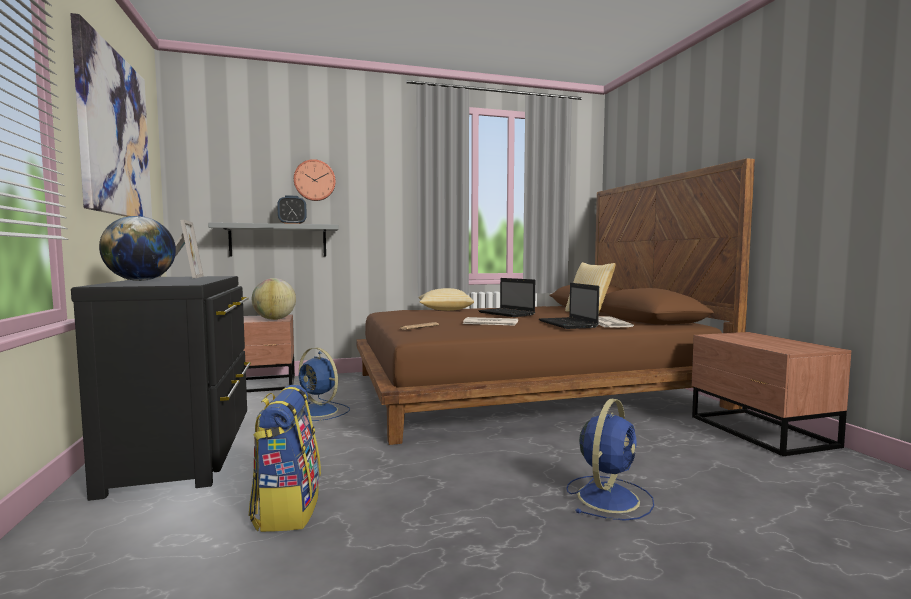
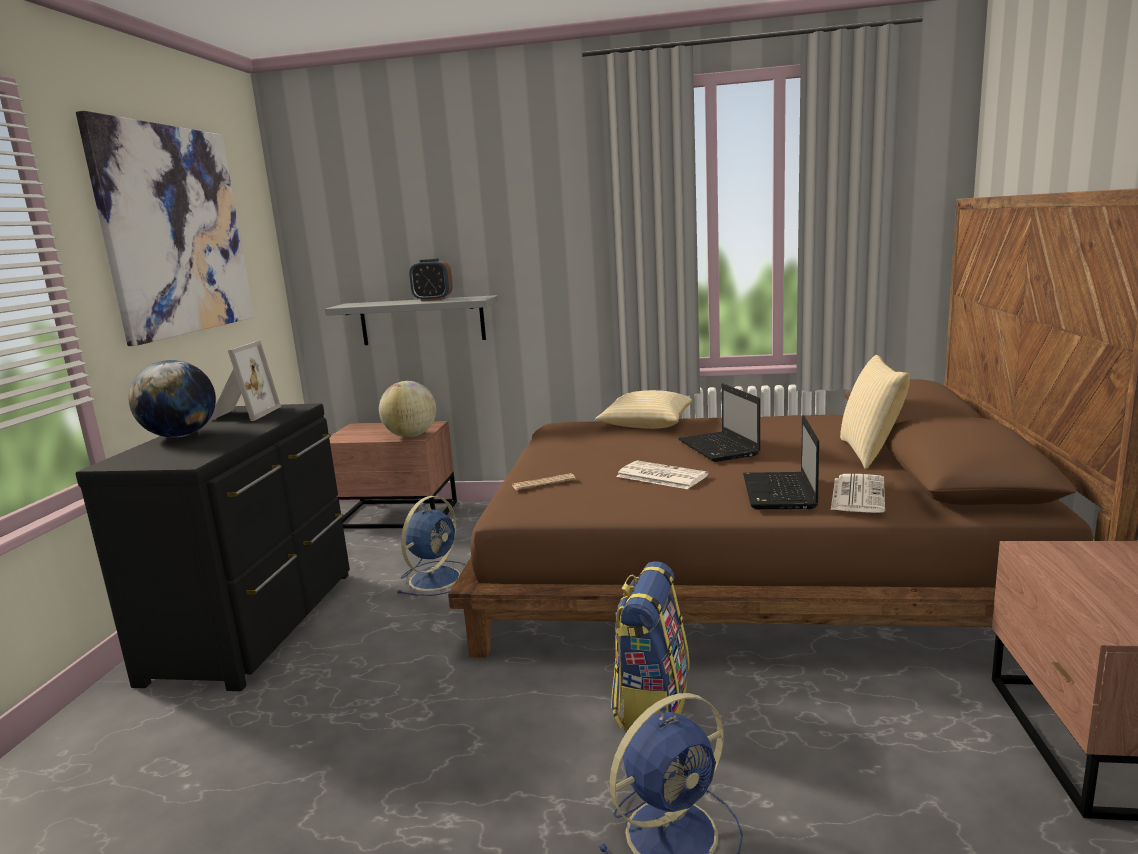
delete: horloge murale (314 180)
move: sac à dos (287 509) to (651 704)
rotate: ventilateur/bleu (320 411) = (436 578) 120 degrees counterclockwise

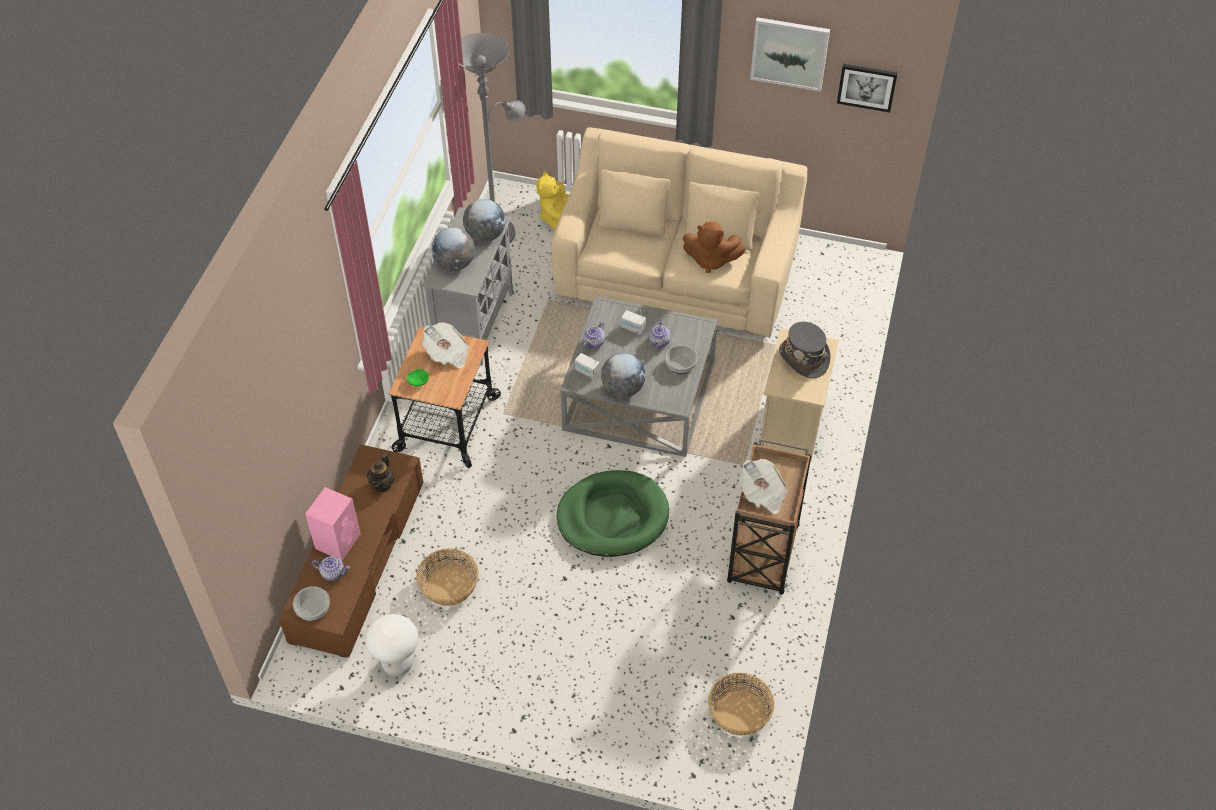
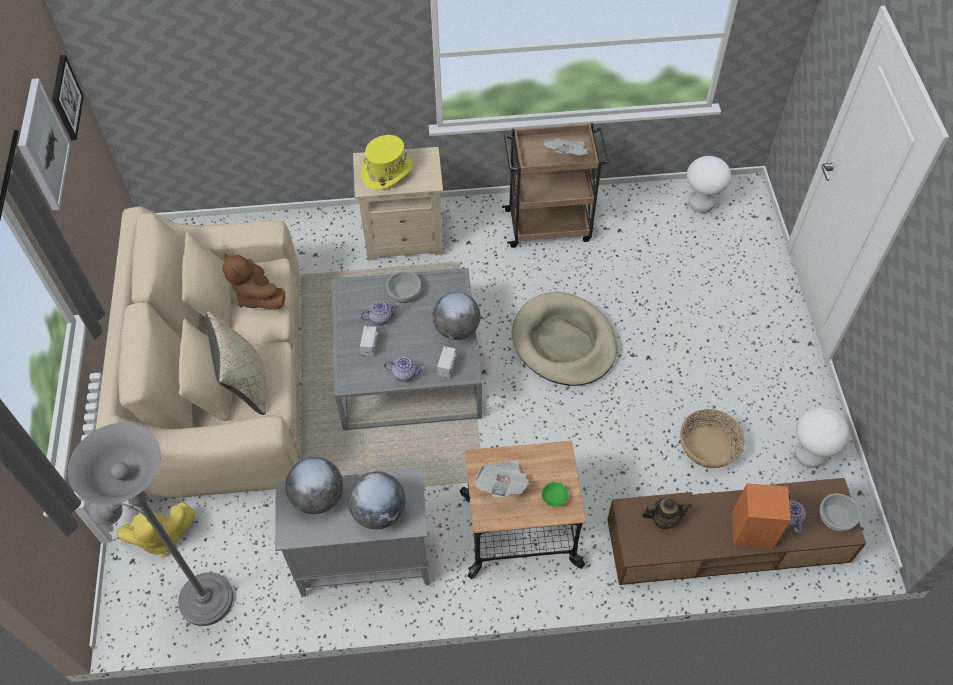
insert: coussin/beige (246 384)
replace: panier (739 713) to tabouret/blanc (700 205)
recolor: enceinte/rose (338 540) to enceinte/orange (750 530); panier pour chien/vert (612 517) to panier pour chien/beige (564 342); chapeau/gris (804 358) to chapeau/jaune (387 171)
rotate: peluche/marron (710 260) = (257 296) 150 degrees clockwise

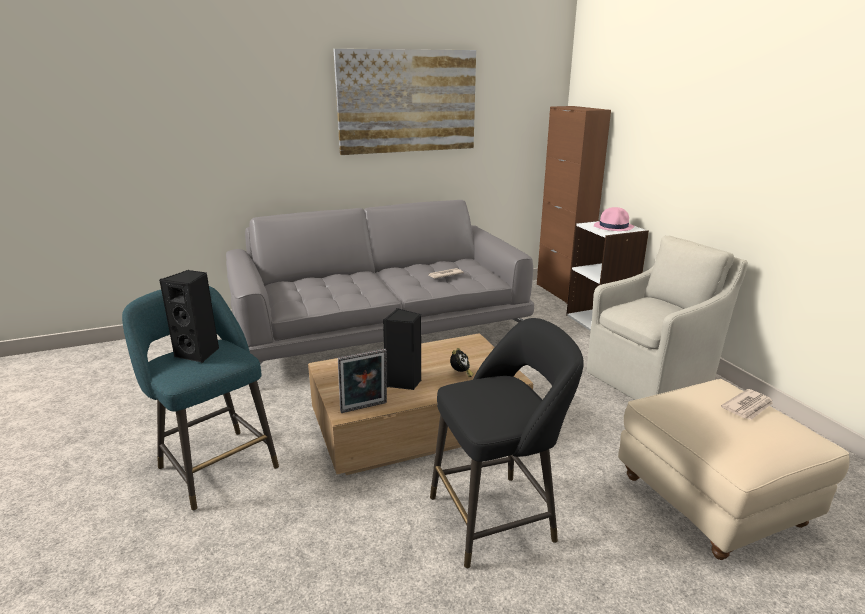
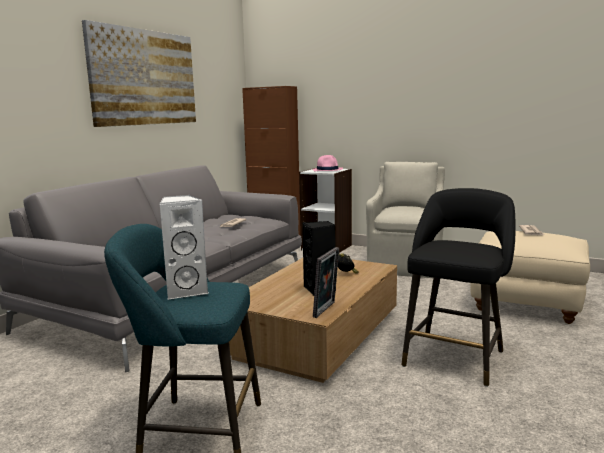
recolor: enceinte/noir (199 353) to enceinte/blanc (186 291)

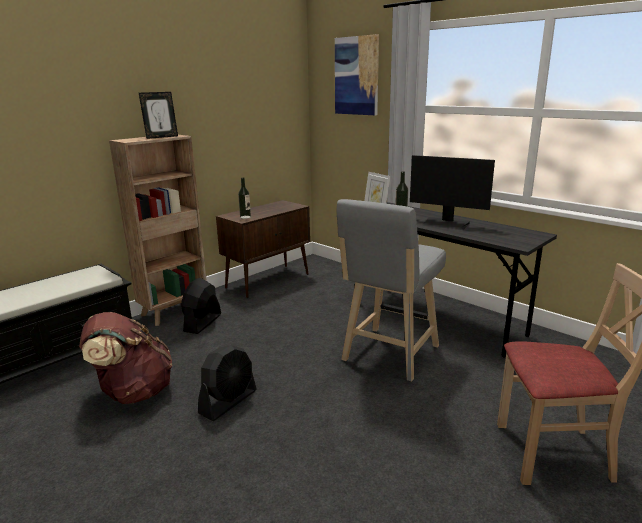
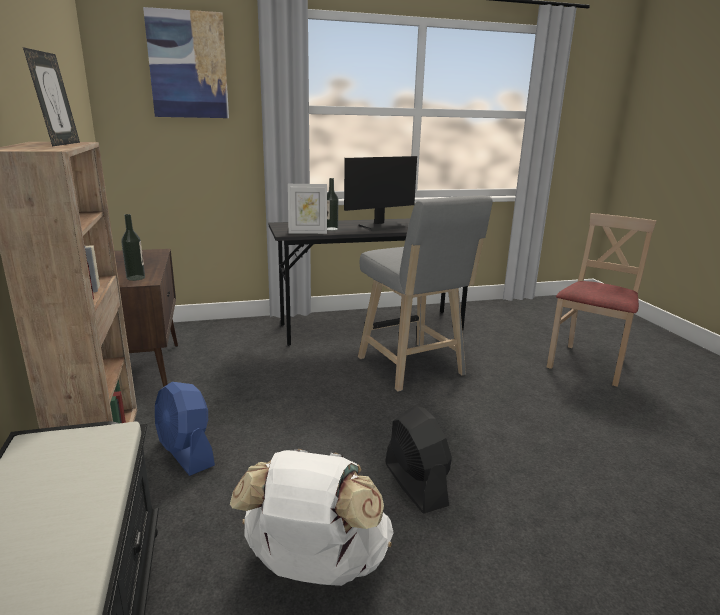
recolor: sac à dos/marron (133 392) to sac à dos/blanc (315 567); ventilateur/noir (202 323) to ventilateur/bleu (186 453)

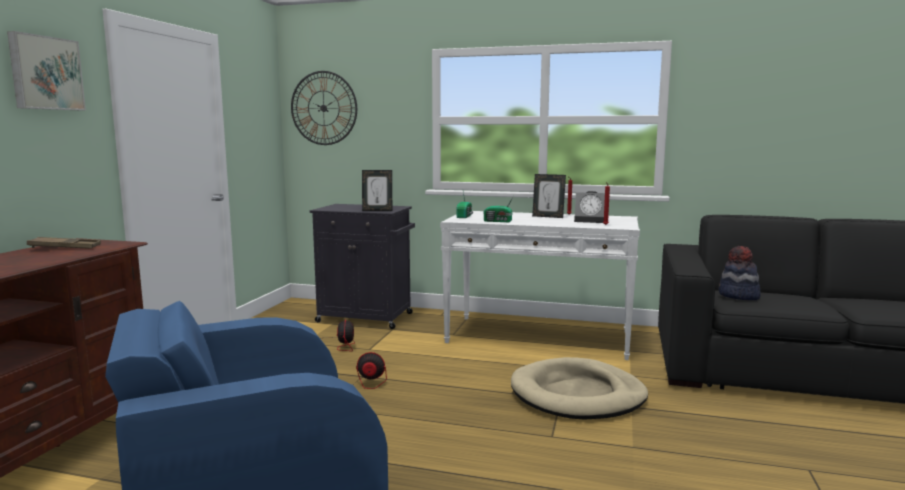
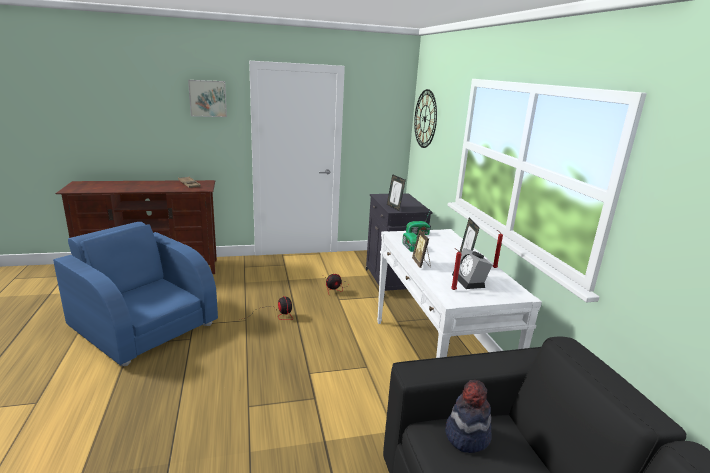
delete: panier pour chien/beige (578 395)
insert: cadre photo (421 263)

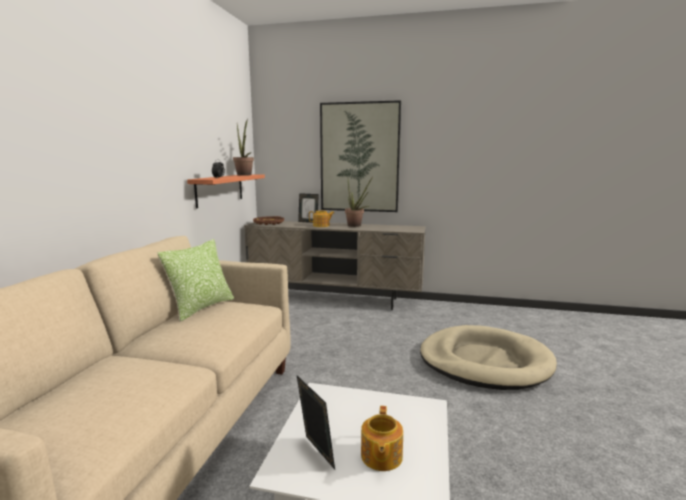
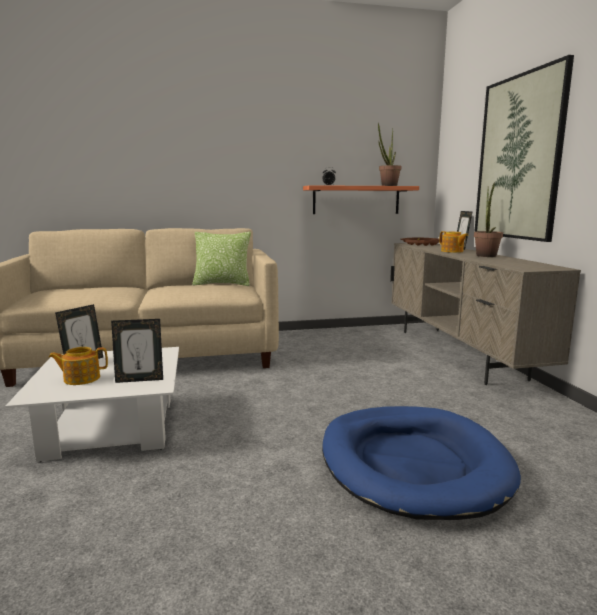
insert: cadre photo (140 379)
recolor: panier pour chien/beige (484 362) to panier pour chien/bleu (412 464)

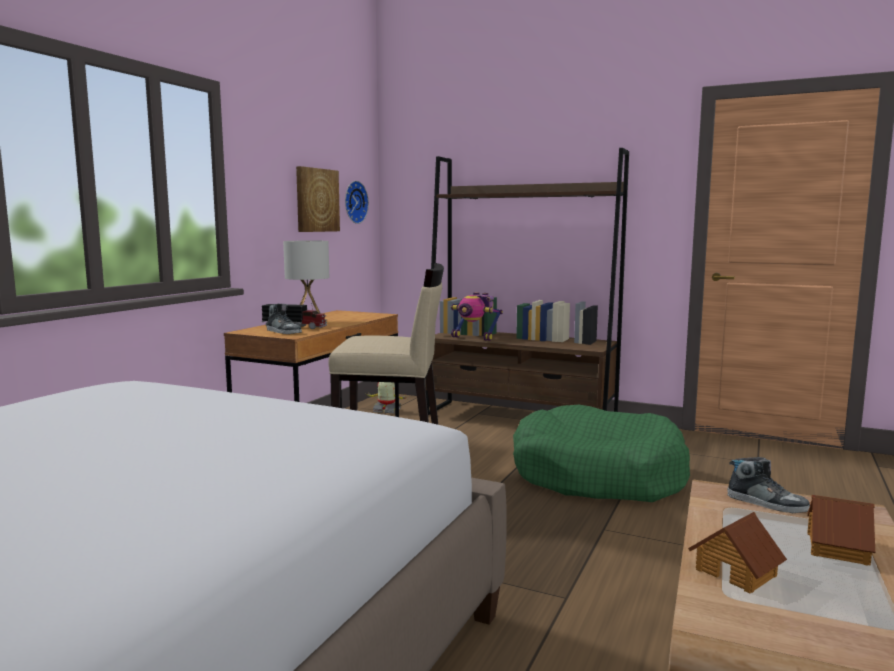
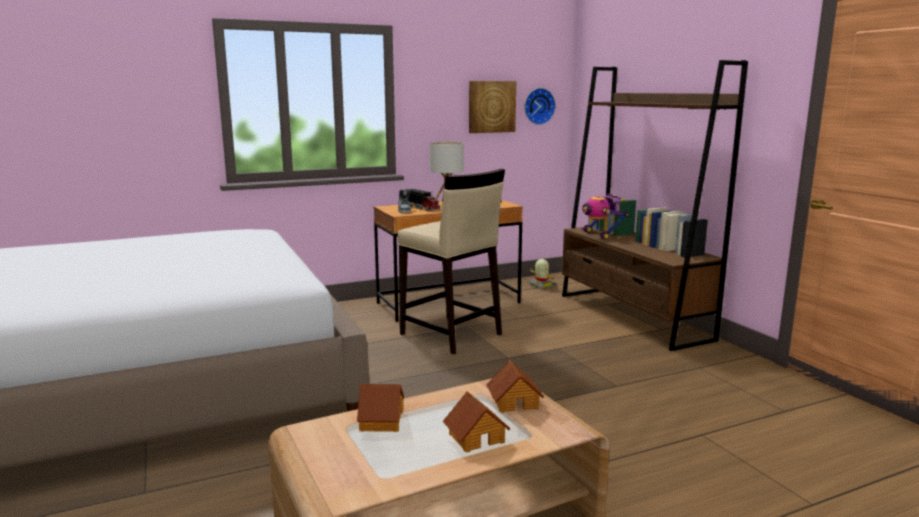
delete: panier pour chien/vert (597 475)
replace: chaussure (766 503) to maison miniature (514 402)

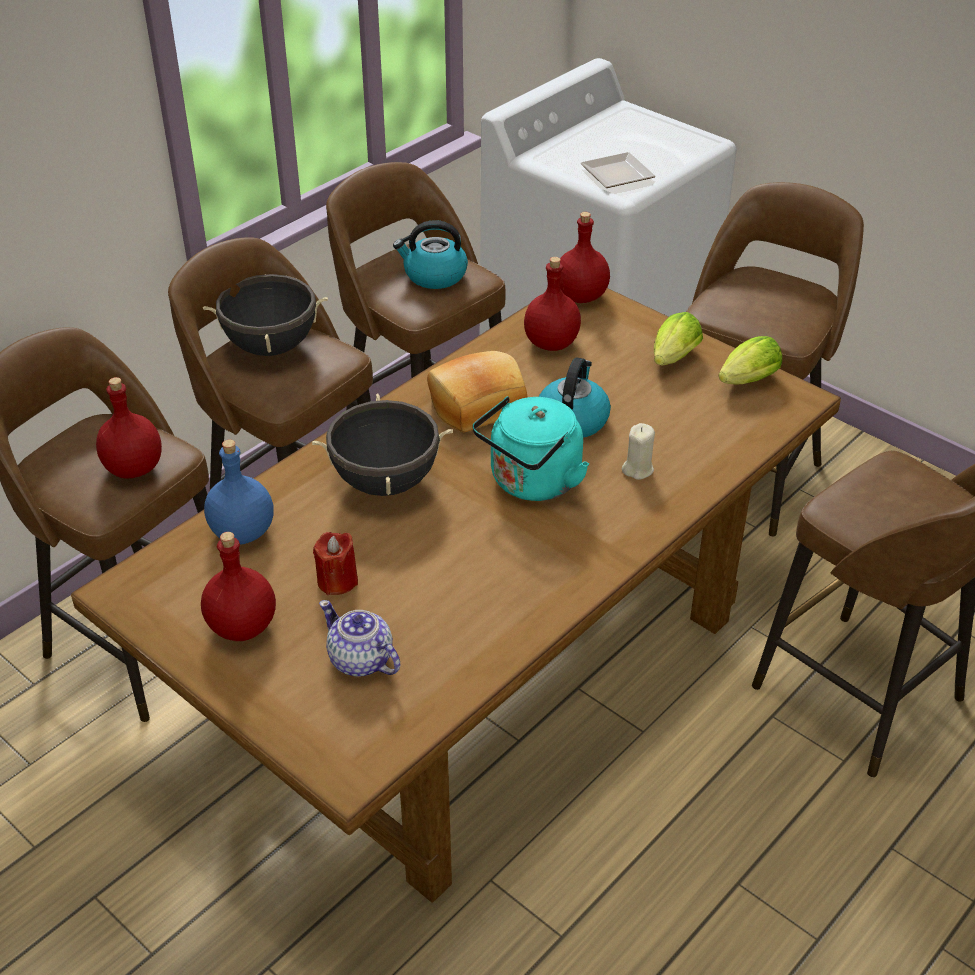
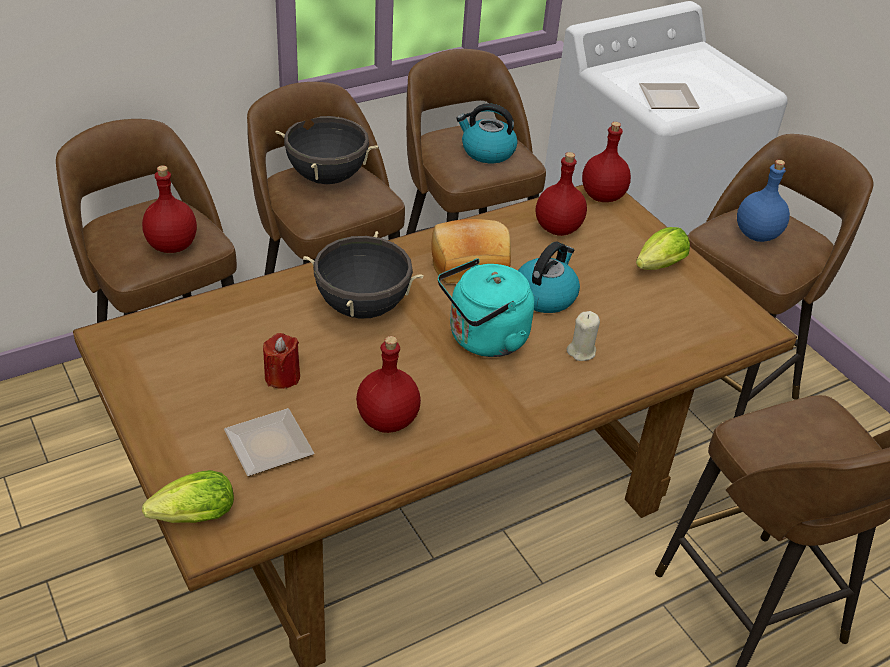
move: bouteille/rouge (243 626) to (388 420); bouteille/bleu (244 532) to (758 235); laitue (745 382) to (190 518)
replace: théière (361 661) to assiette (267 448)

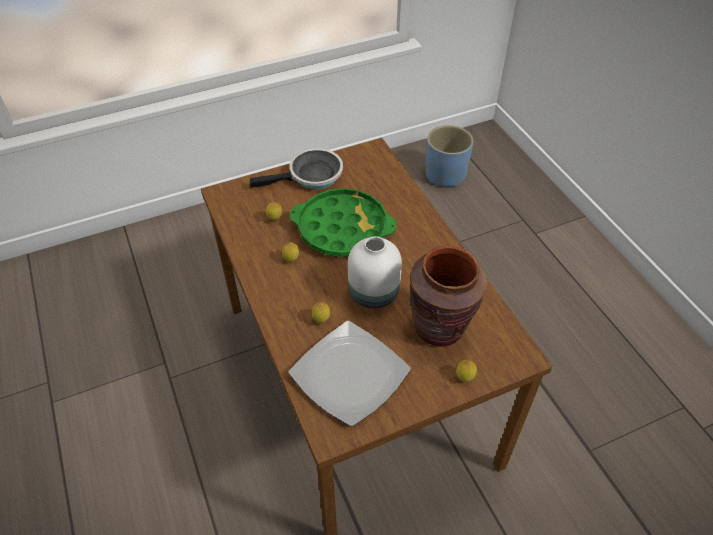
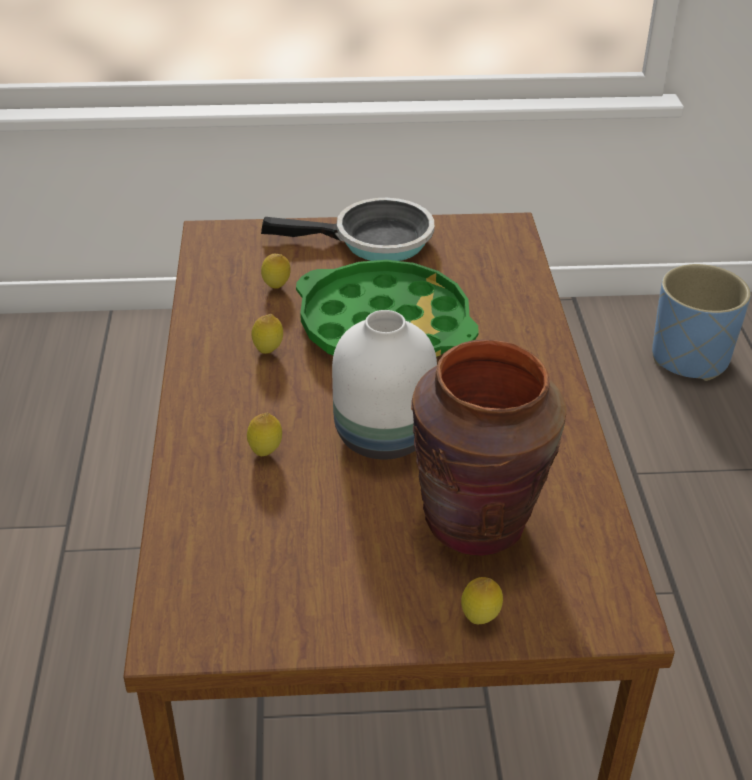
delete: assiette (349 373)

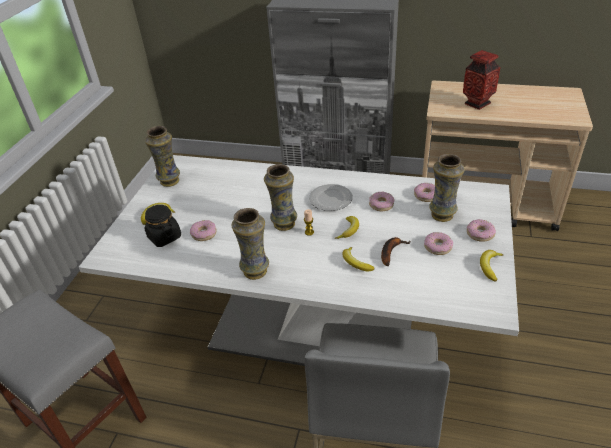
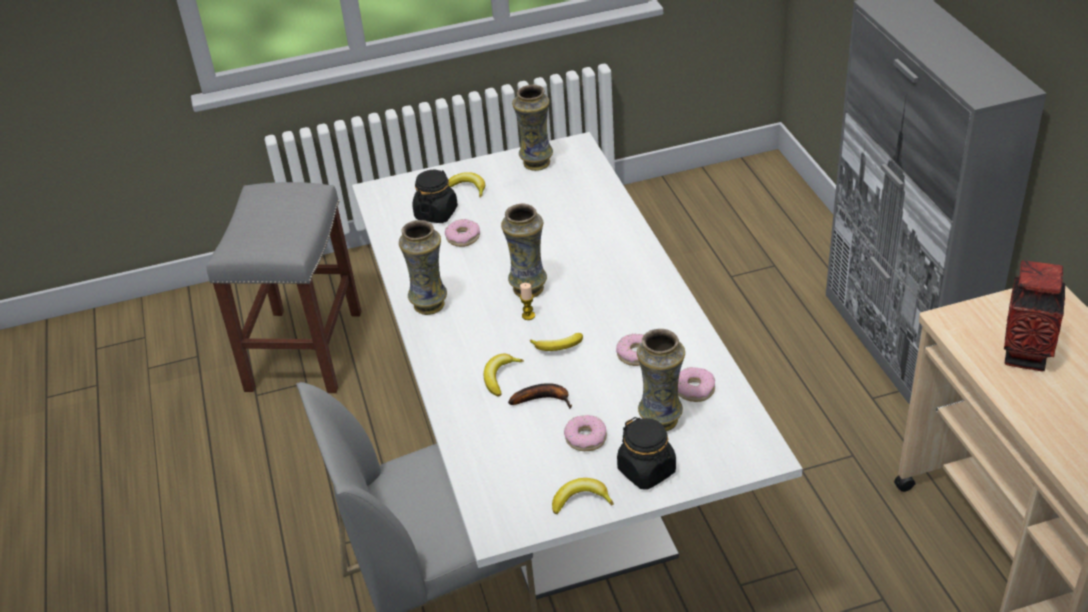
delete: assiette (330 199)
replace: beignet (480 234) to bocal/noir (647 471)

